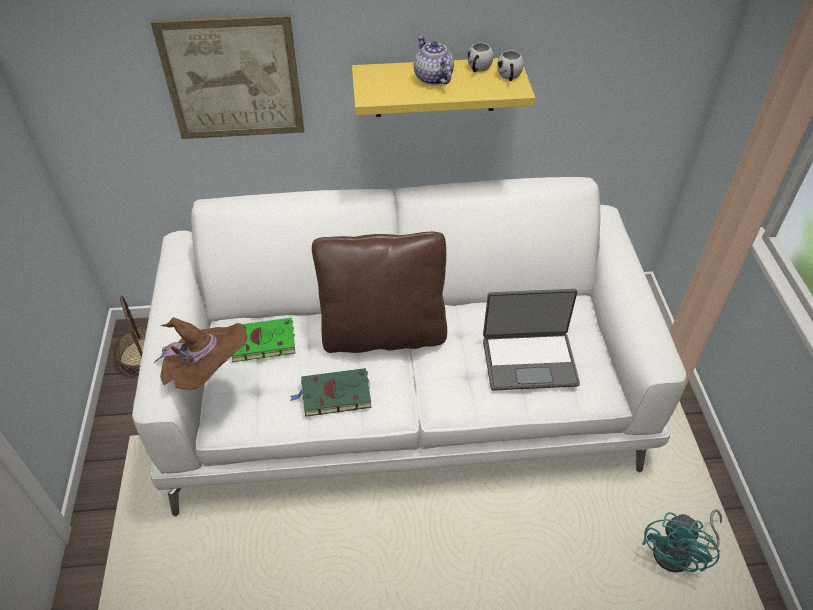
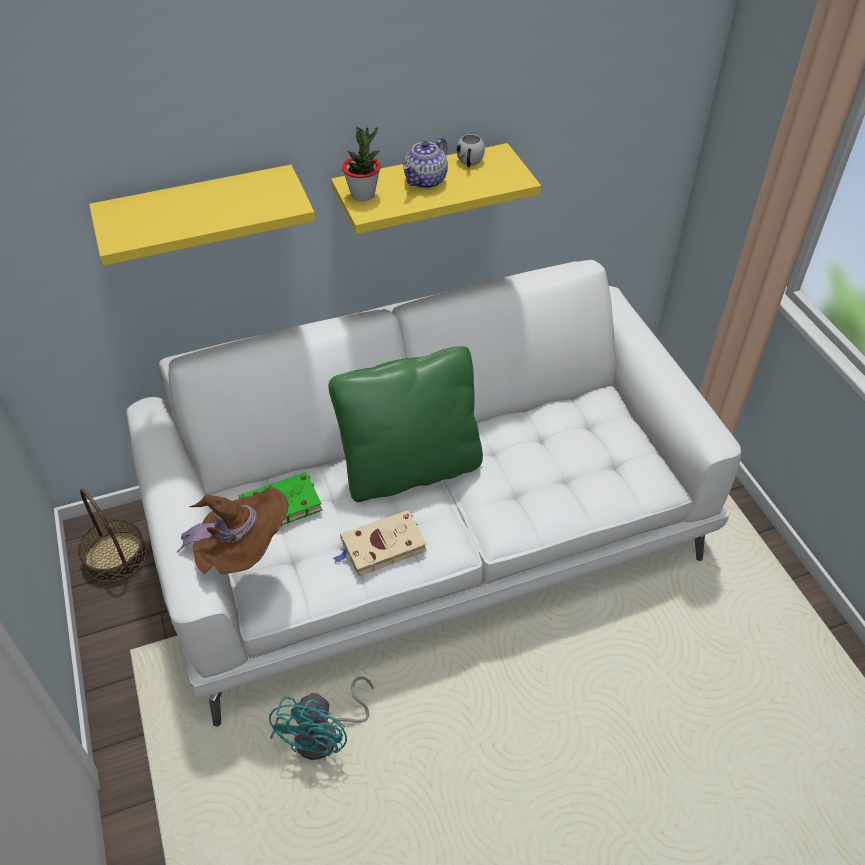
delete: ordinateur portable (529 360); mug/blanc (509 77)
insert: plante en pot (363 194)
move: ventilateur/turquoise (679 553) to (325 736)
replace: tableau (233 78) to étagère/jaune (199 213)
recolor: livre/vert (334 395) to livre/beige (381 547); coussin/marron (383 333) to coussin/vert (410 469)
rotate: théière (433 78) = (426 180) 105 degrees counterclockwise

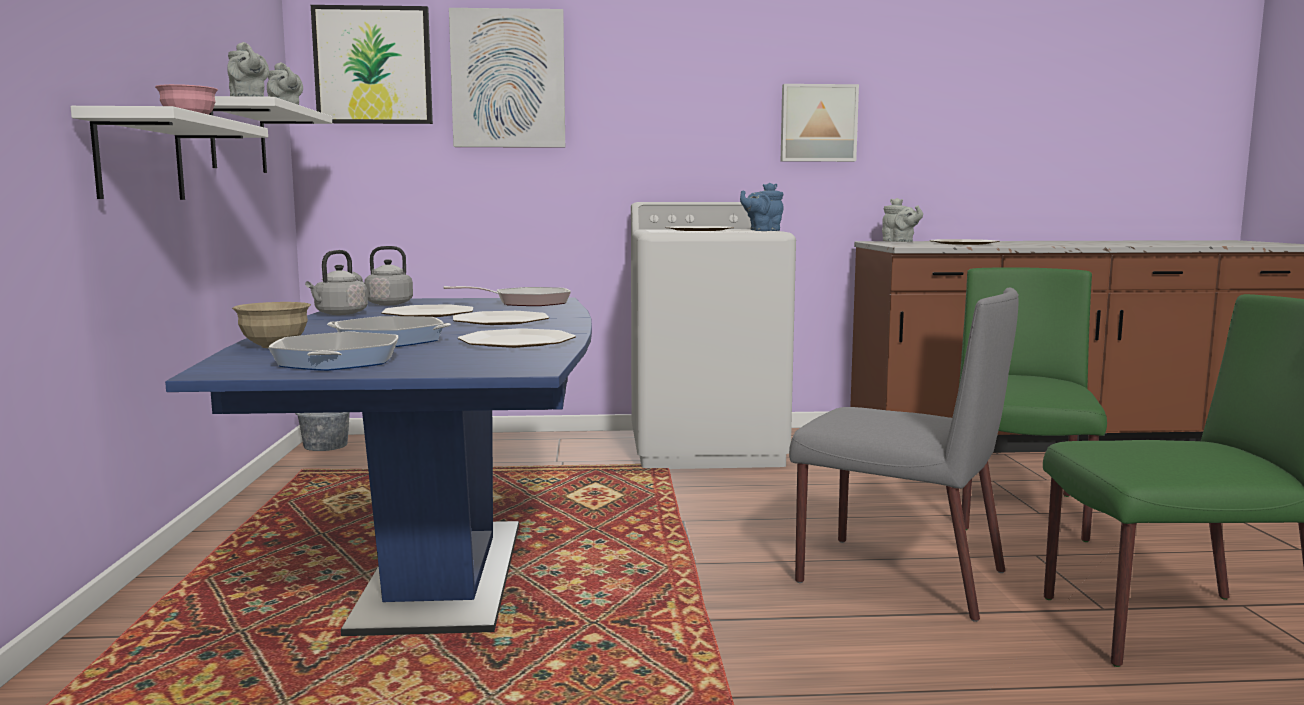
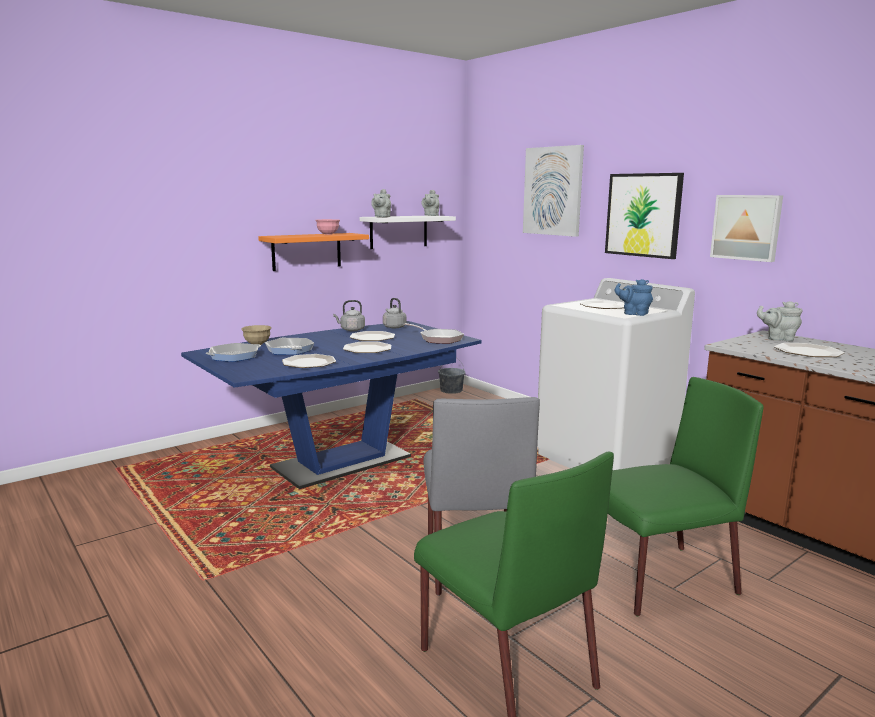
move: tableau (373 65) to (643 215)
recolor: étagère/blanc (140 159) to étagère/orange (306 251)
rotate: théière/gris (899 242) = (778 339) 90 degrees clockwise

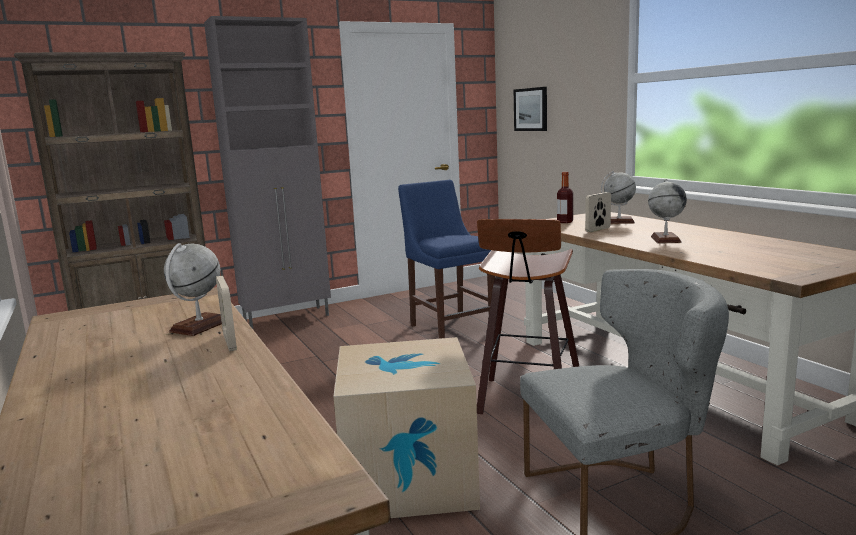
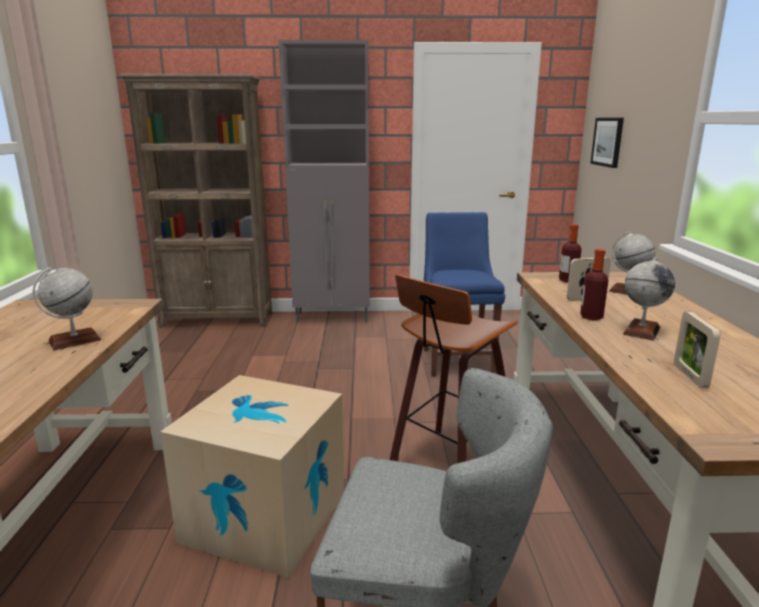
insert: bouteille (591 317)
move: cadre photo (229 342) to (690 376)

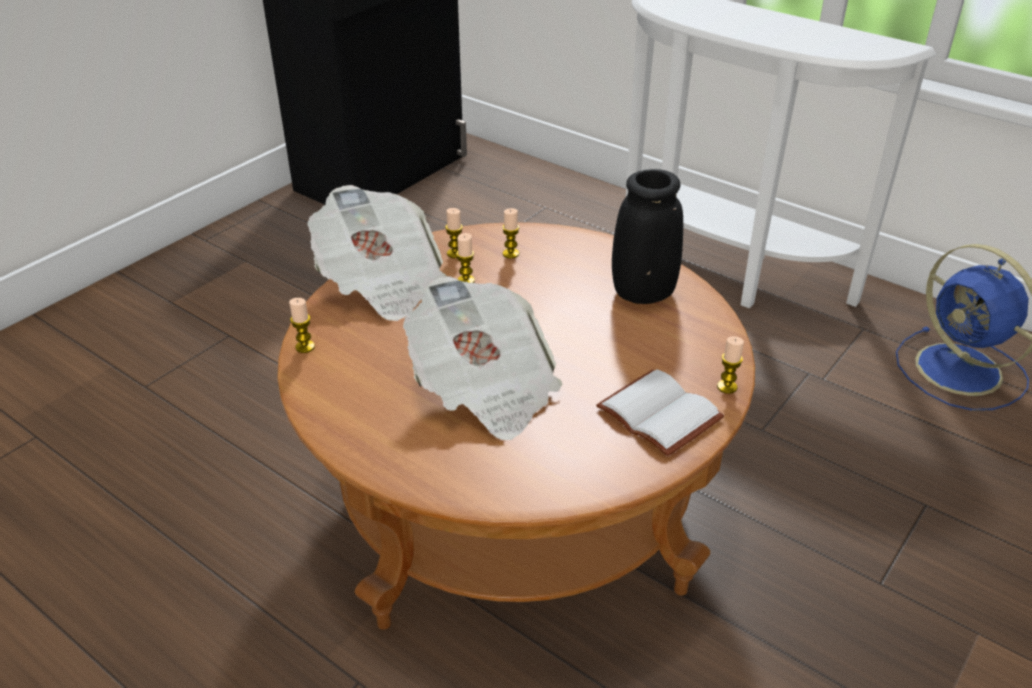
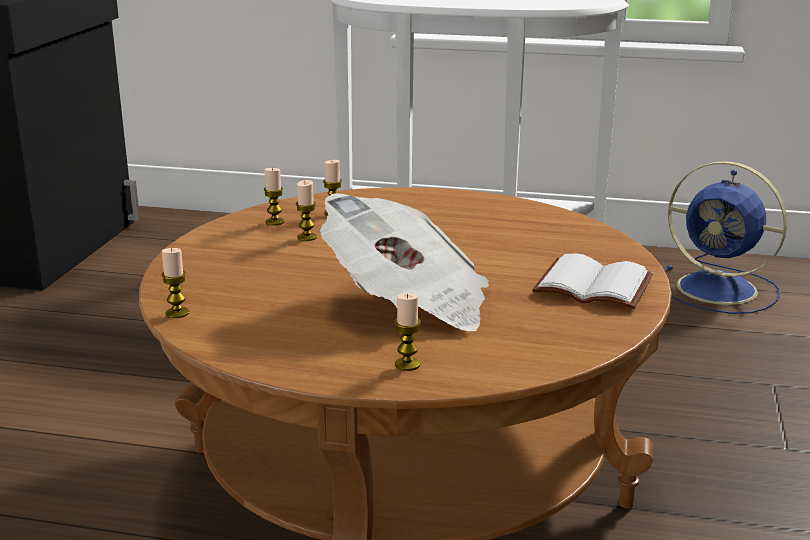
delete: journal (381 282); vase/noir (643 293)
move: bougie (727 387) to (407 364)

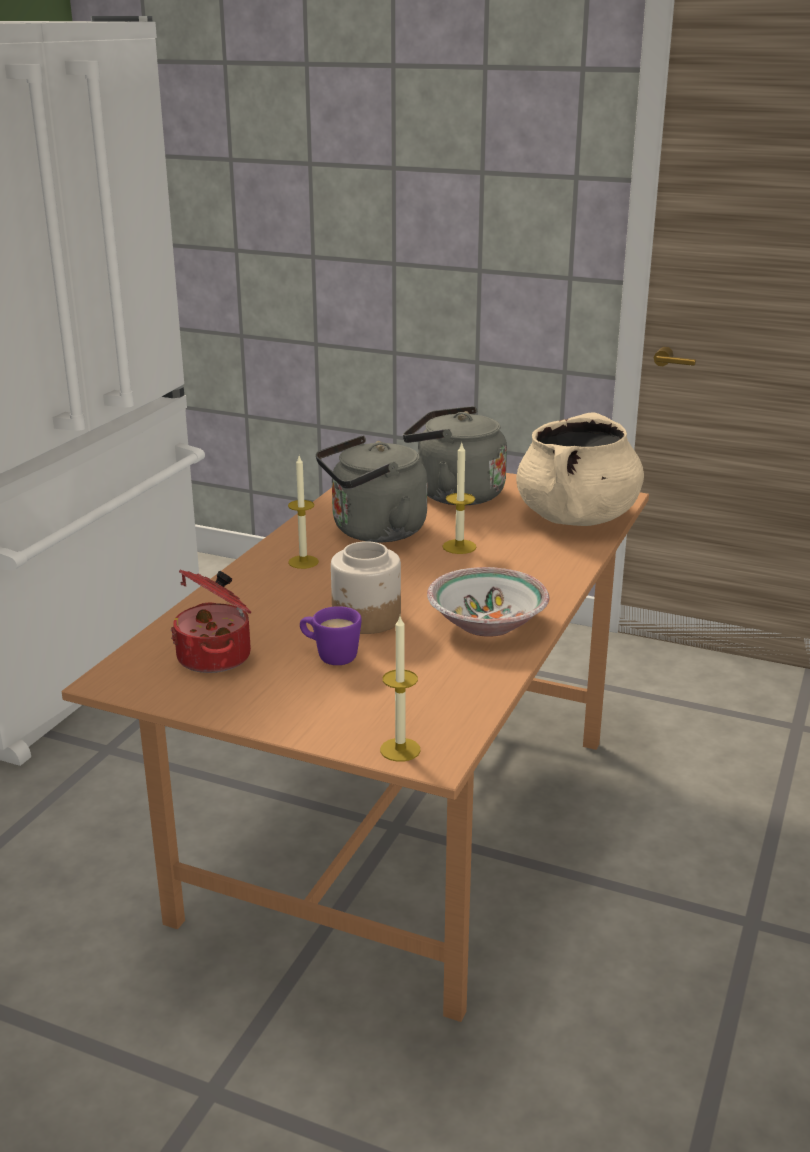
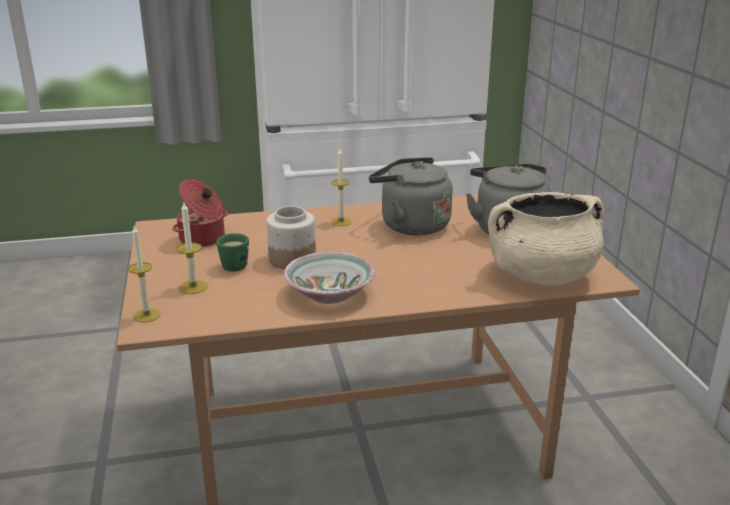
move: bougie (459 547) to (193 287)
recolor: mug/violet (330 656) to mug/vert (235 264)

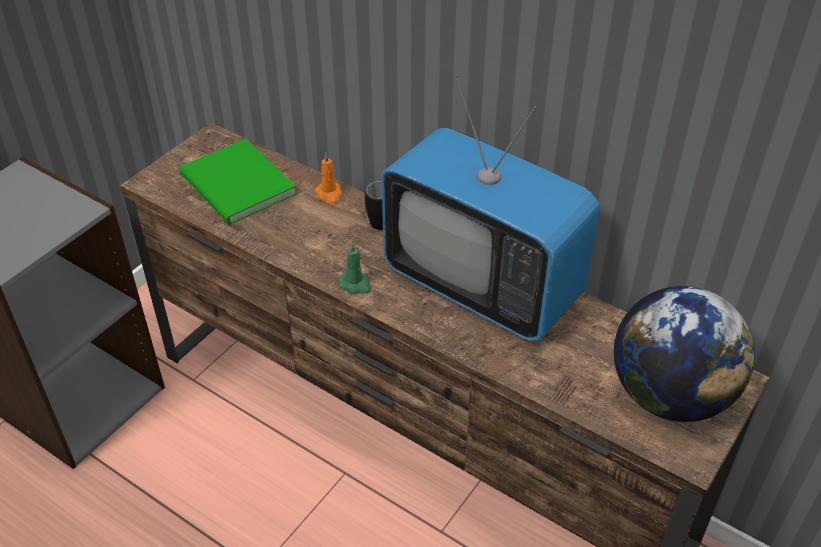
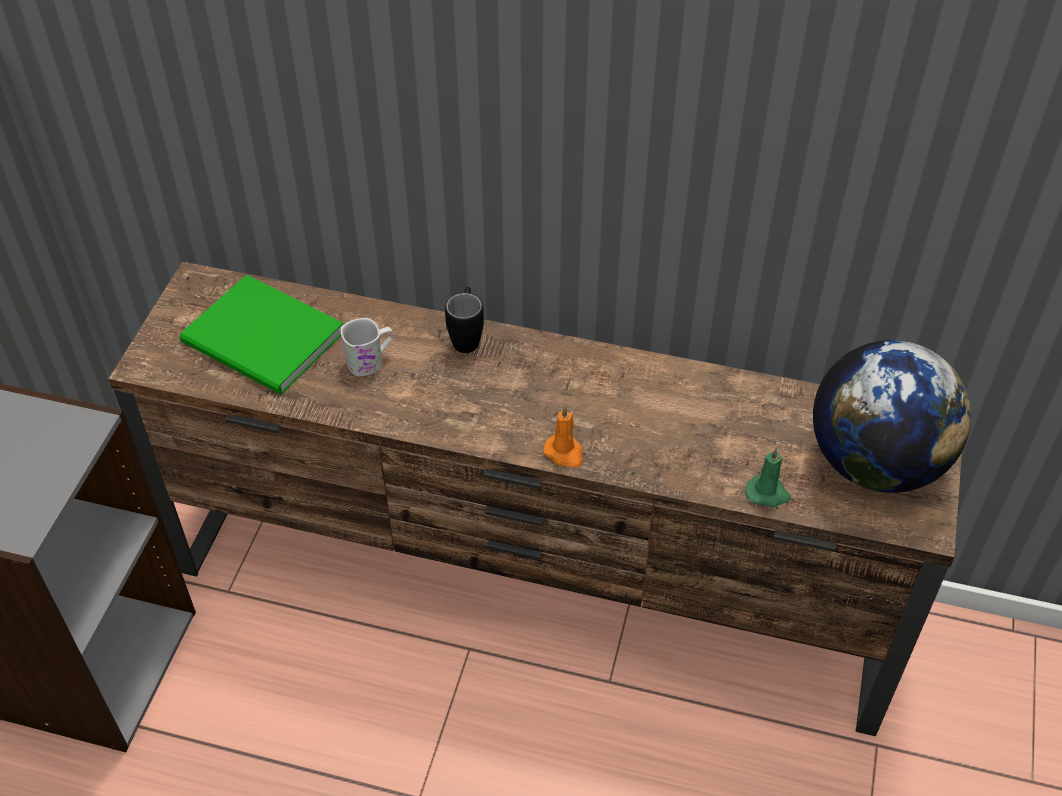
delete: téléviseur (482 286)
insert: mug/blanc (371 360)
move: bougie/orange (329 194) to (565 453); bougie/vert (356 284) to (768 493)

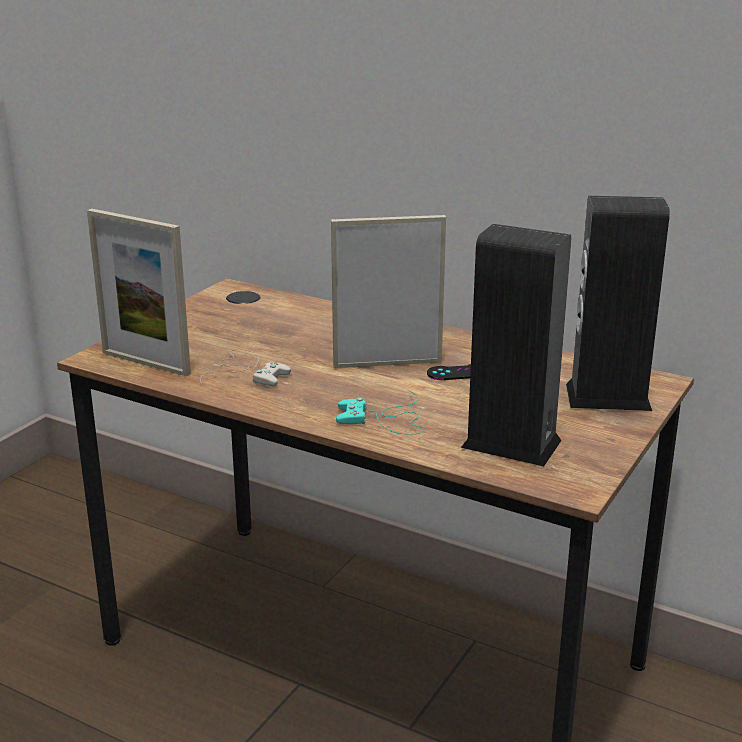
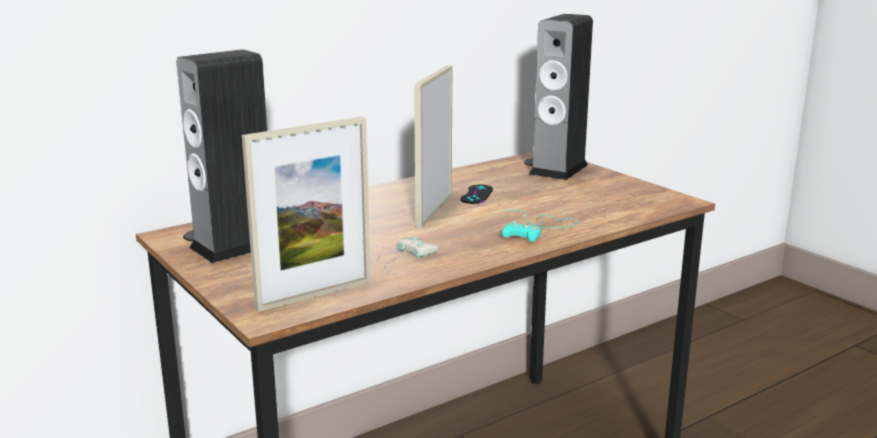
move: enceinte (511 444) to (235 246)

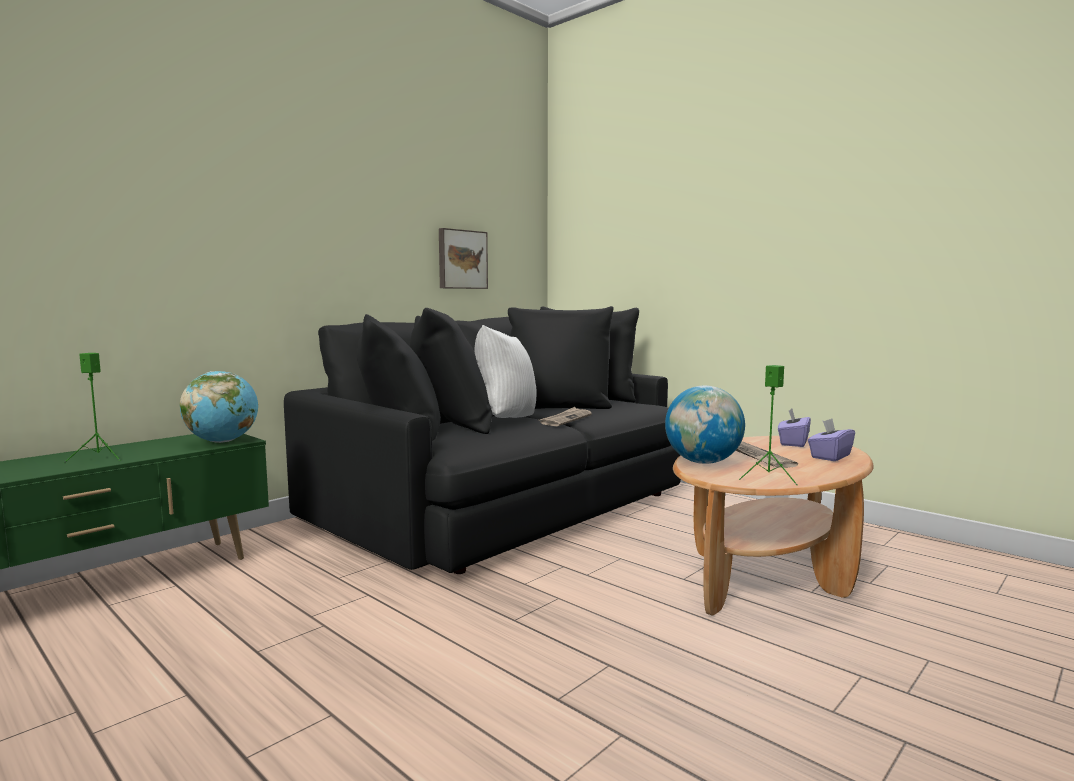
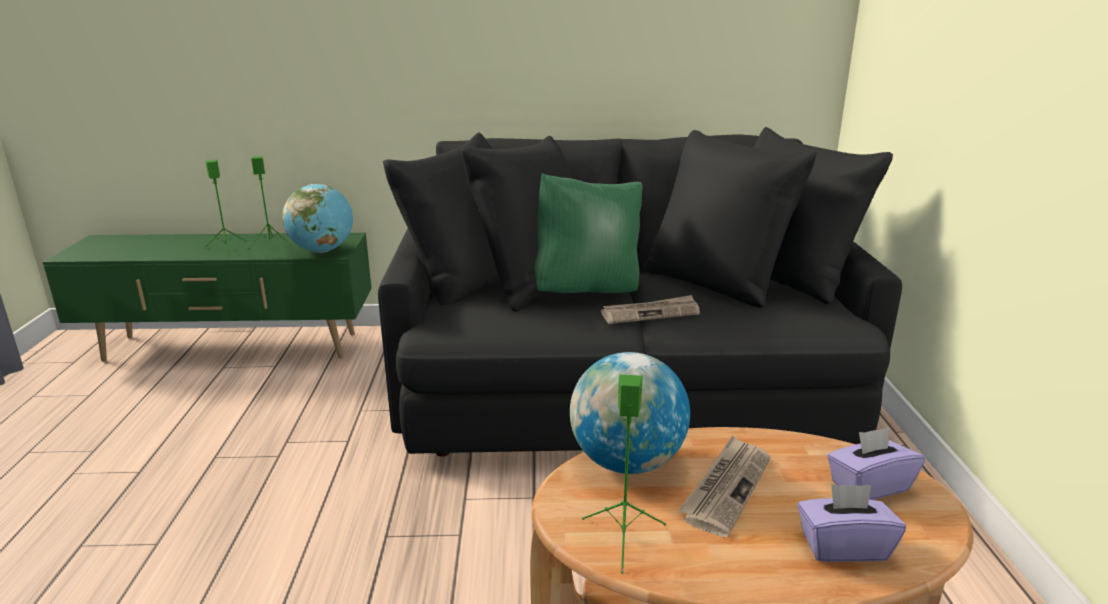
delete: tableau (461 259)
insert: enceinte/vert (271 244)
recolor: coussin/blanc (504 419) to coussin/vert (588 291)

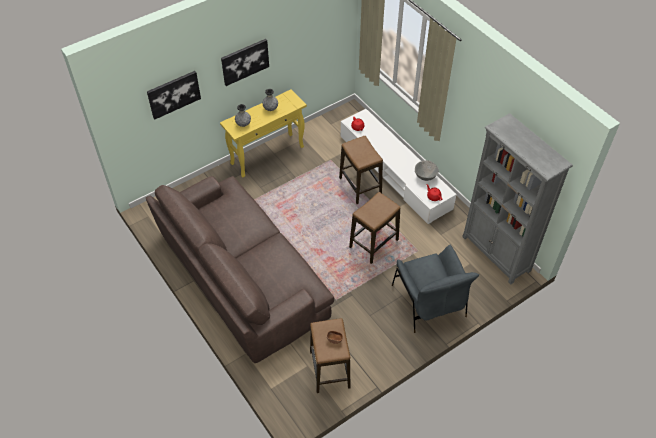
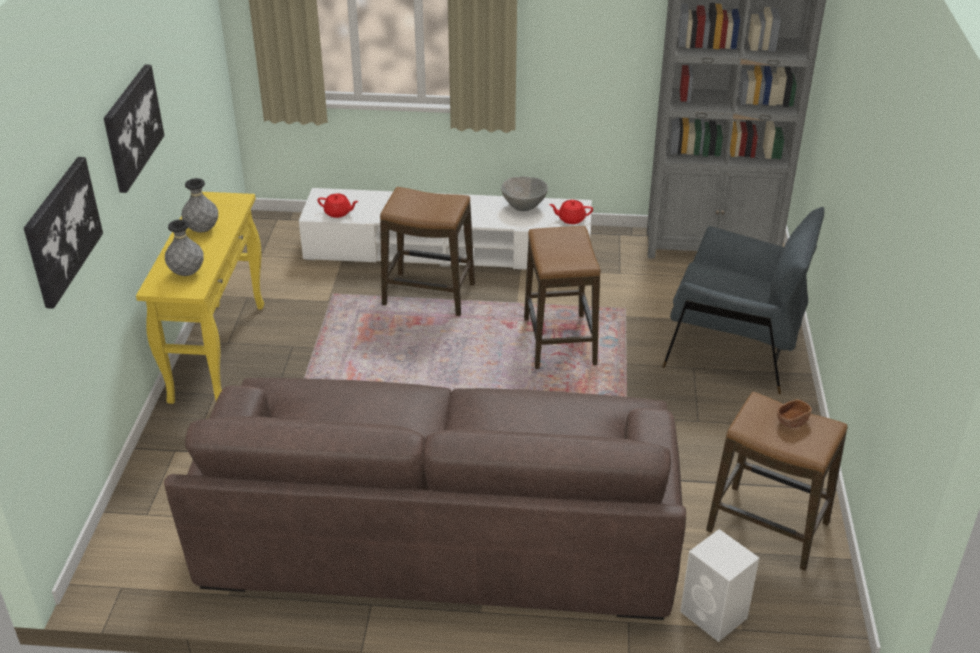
insert: enceinte/blanc (714 616)

